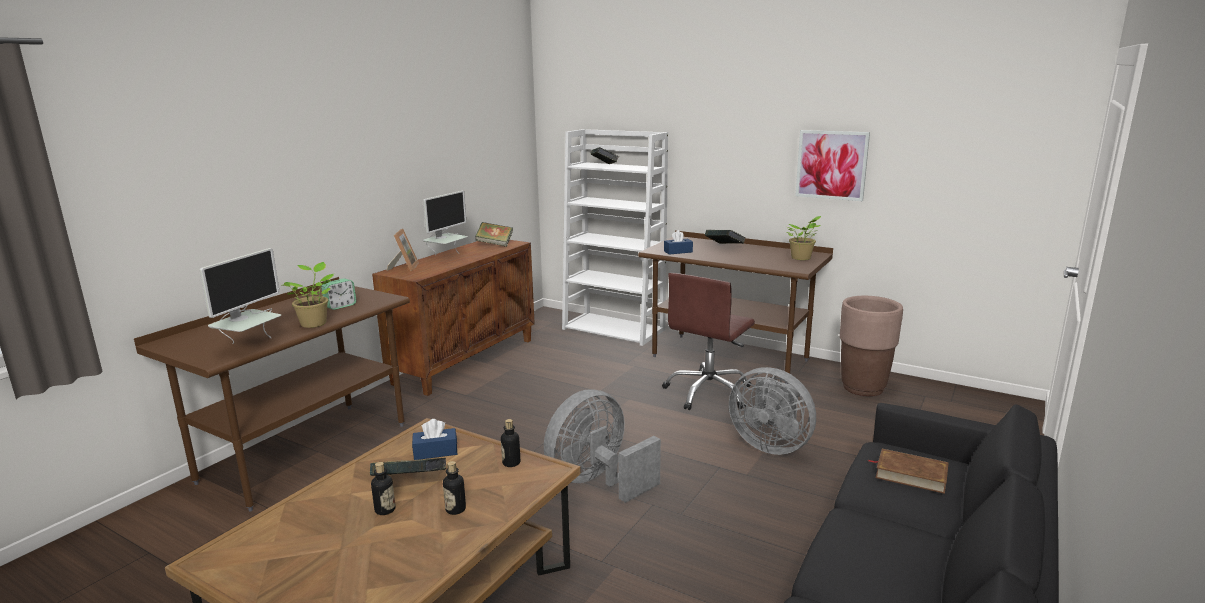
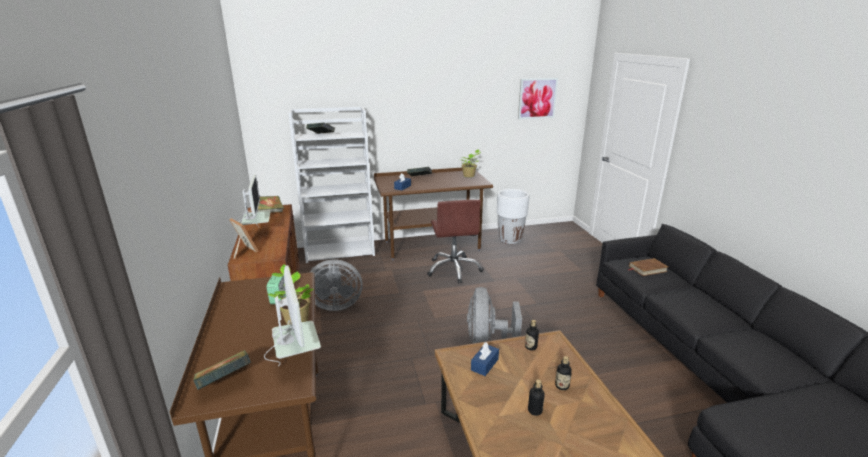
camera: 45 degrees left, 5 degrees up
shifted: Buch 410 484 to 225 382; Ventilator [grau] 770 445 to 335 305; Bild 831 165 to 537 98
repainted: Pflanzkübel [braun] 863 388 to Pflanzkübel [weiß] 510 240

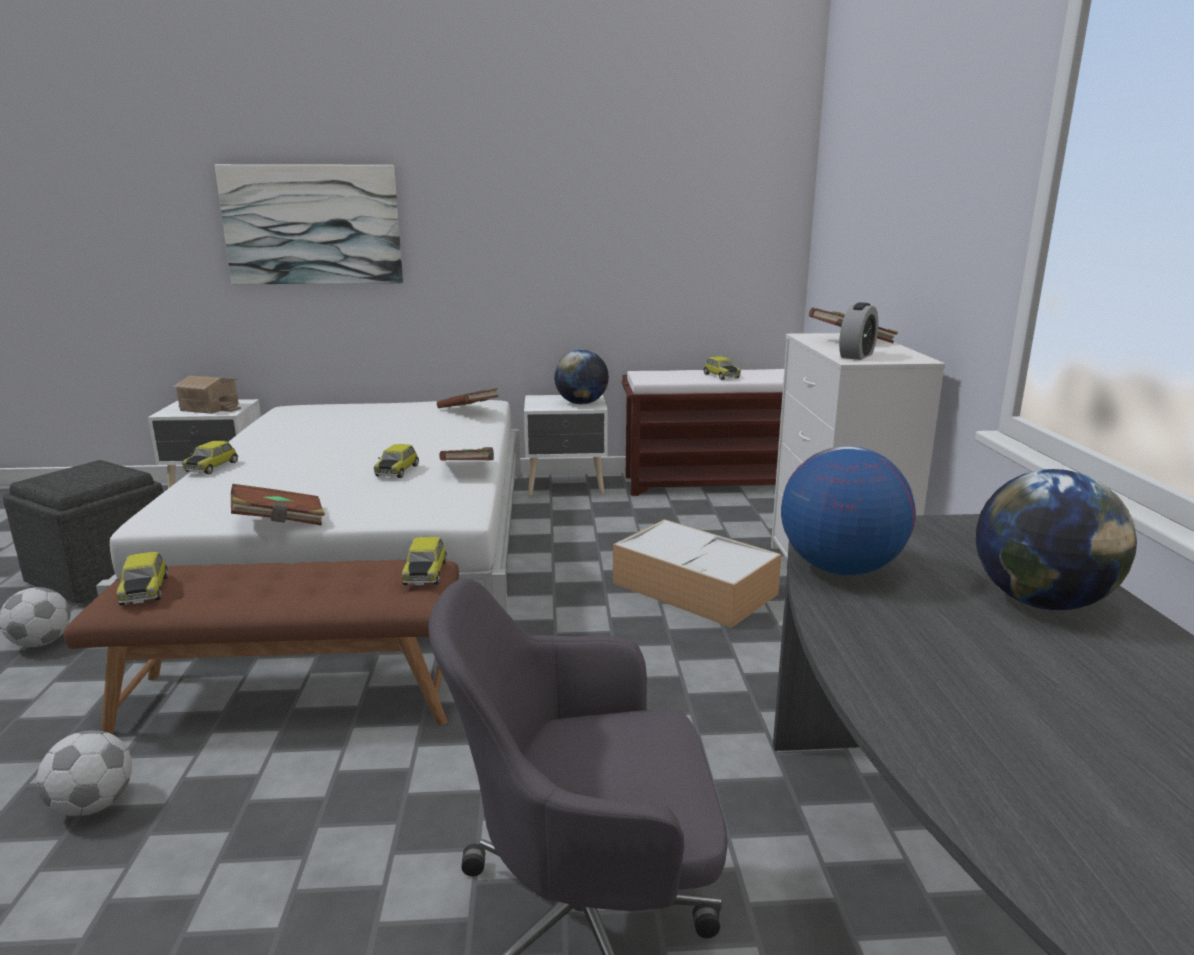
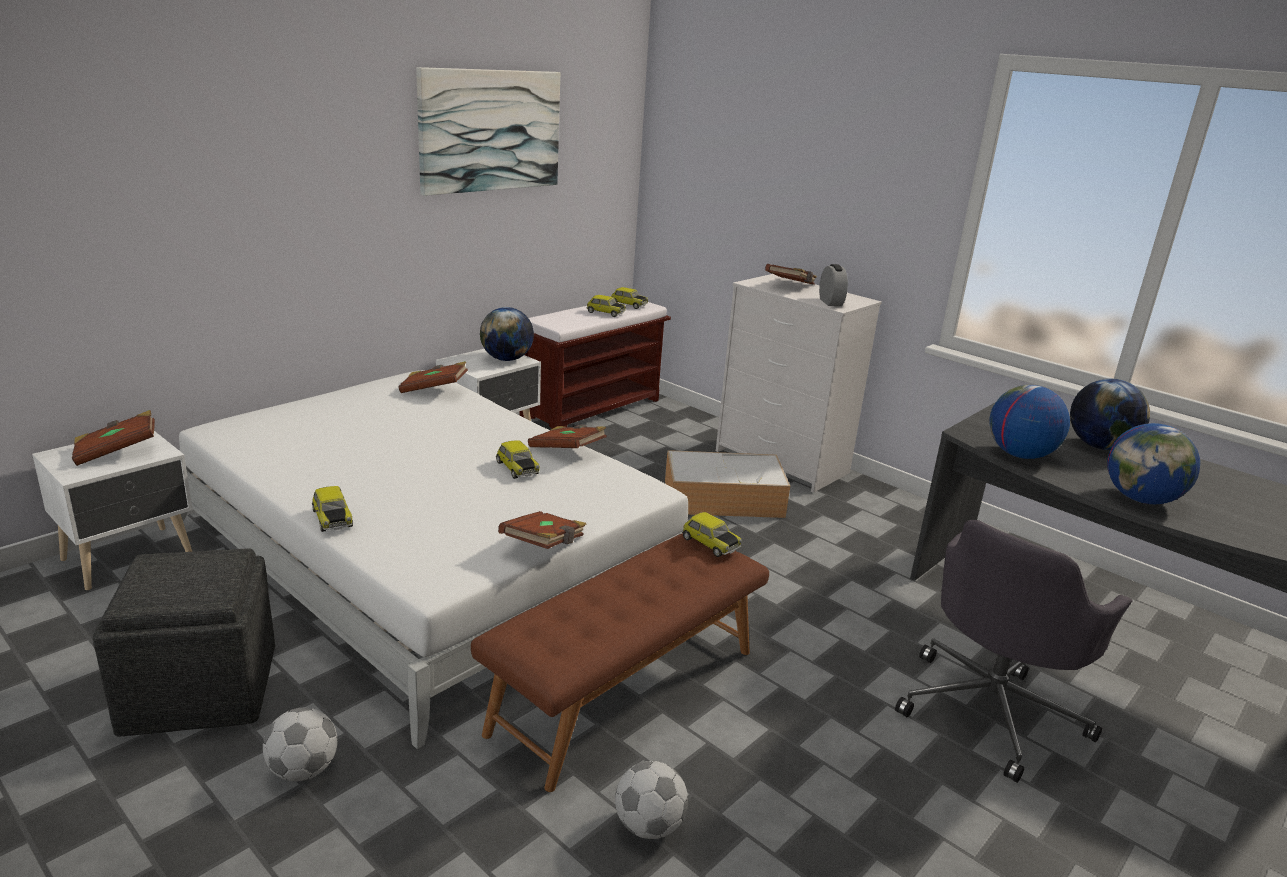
camera: 45 degrees left, 5 degrees up
new: Globus 1141 499
shifted: Bild 312 225 to 490 130; Spielzeugauto 143 591 to 628 305
swapped: Spielzeughaus 210 407 to Buch [braun] 117 452

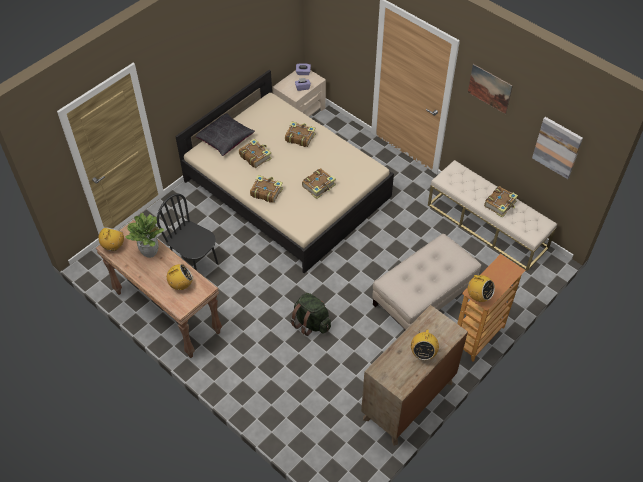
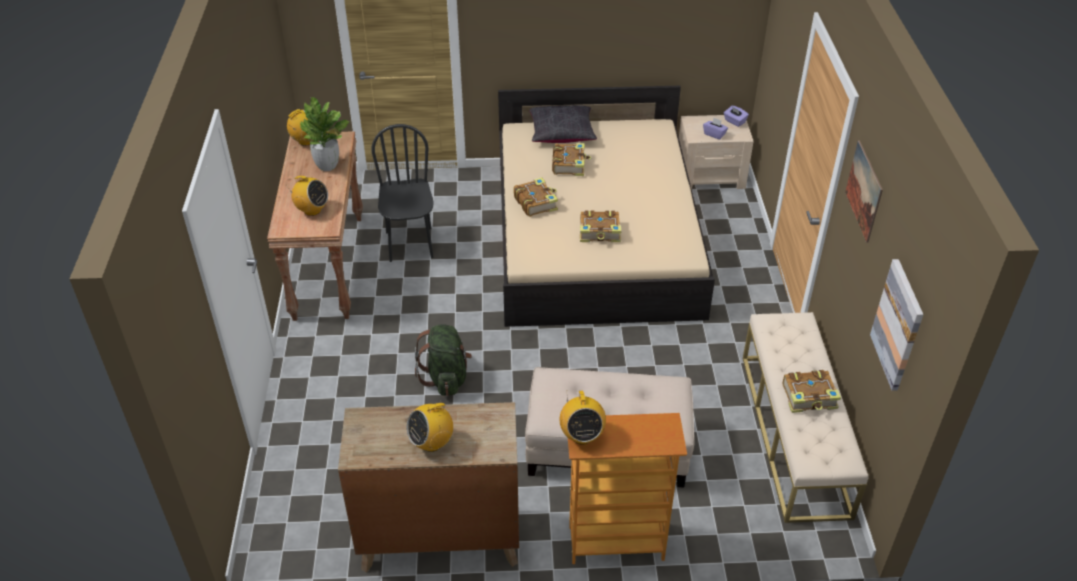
camera: 45 degrees right, 10 degrees down
gone: Buch 299 137

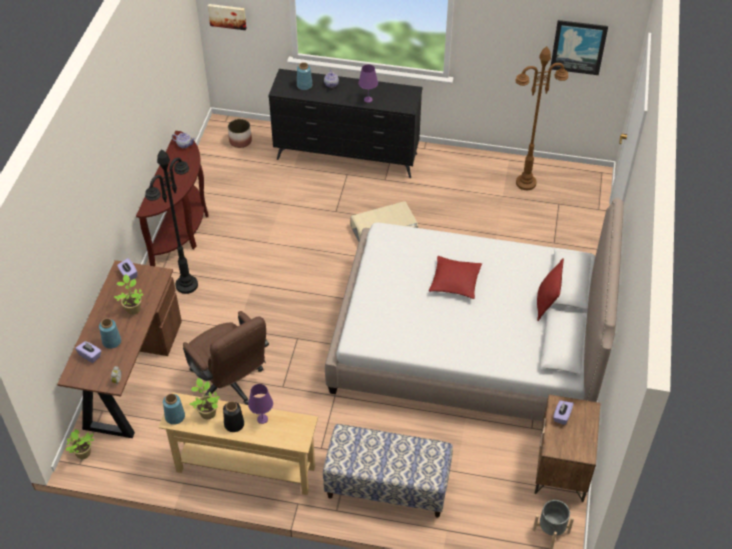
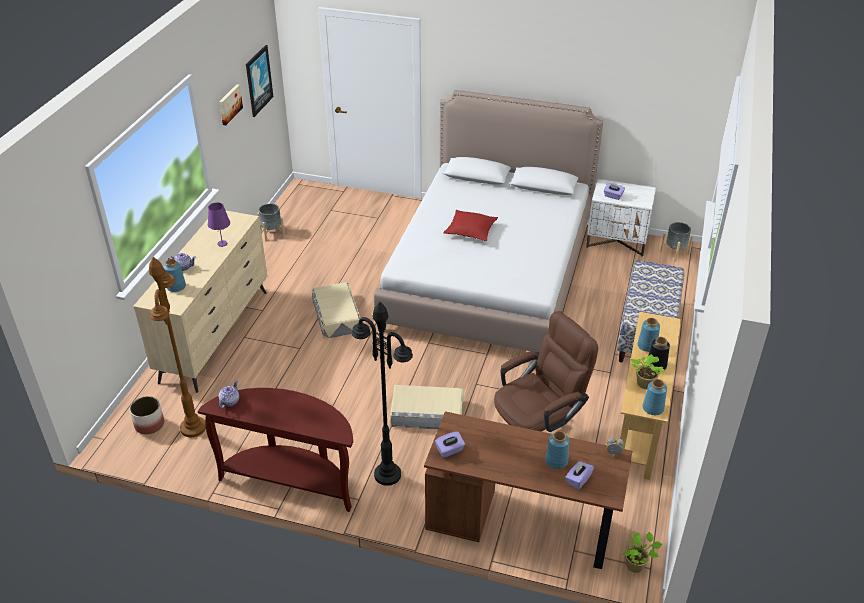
camera: 85 degrees left, 10 degrees down
gone: Topfpflanze 133 308; Kissen [rot] 546 303
new: Pflanzkübel [grau] 272 233; Aufbewahrungsbox [beige] 427 413
shifted: Stehlampe [braun] 526 183 to 193 427; Bild 227 16 to 229 104
swapped: Tischlampe [lila] 262 419 to Vase [blau] 647 346
repainted: Kommode [schwarz] 347 157 to Kommode [beige] 216 335; Nachttisch [braun] 561 468 to Nachttisch [weiß] 617 241

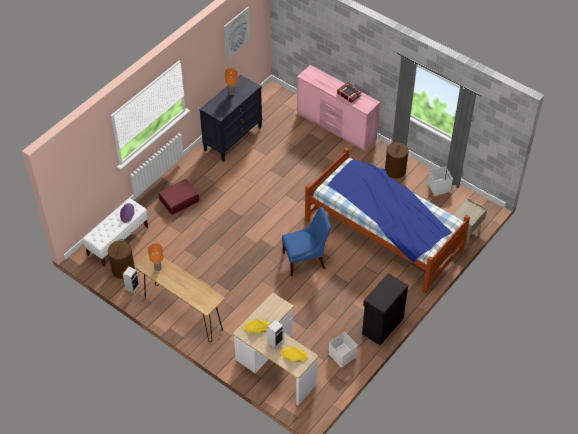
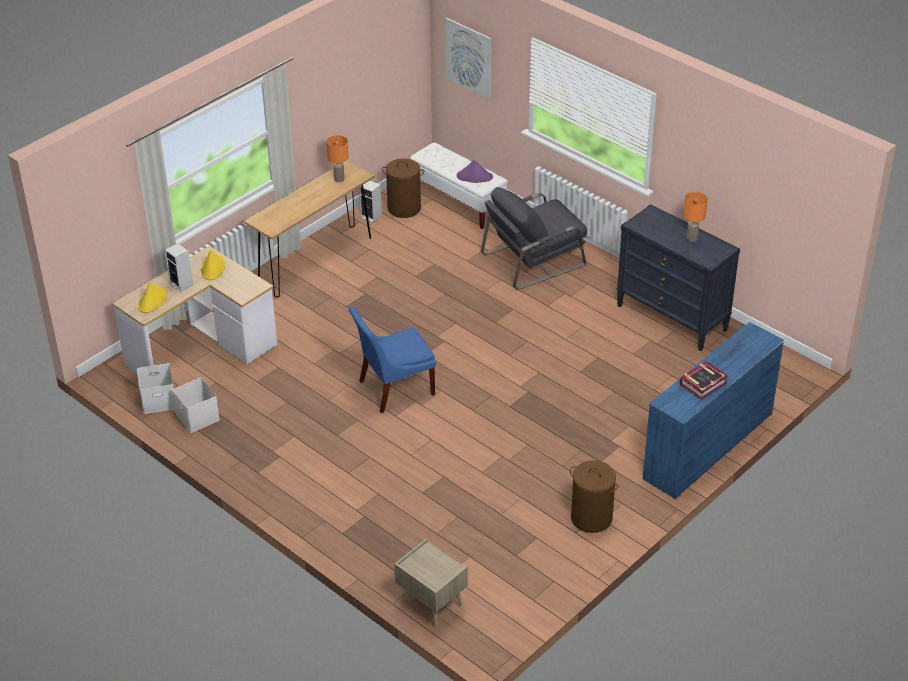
camera: 95 degrees right, 10 degrees down
gone: Bett 383 234; Schrank [schwarz] 382 326
shifted: Aufbewahrungsbox [weiß] 439 187 to 158 401; Bild 236 33 to 468 58
swapped: Koffer [rot] 179 200 to Sessel [grau] 534 259
repainted: Kommode [rosa] 336 127 to Kommode [blau] 707 446
rotated: Stuhl [blau] 306 260 = 393 389 75 degrees clockwise

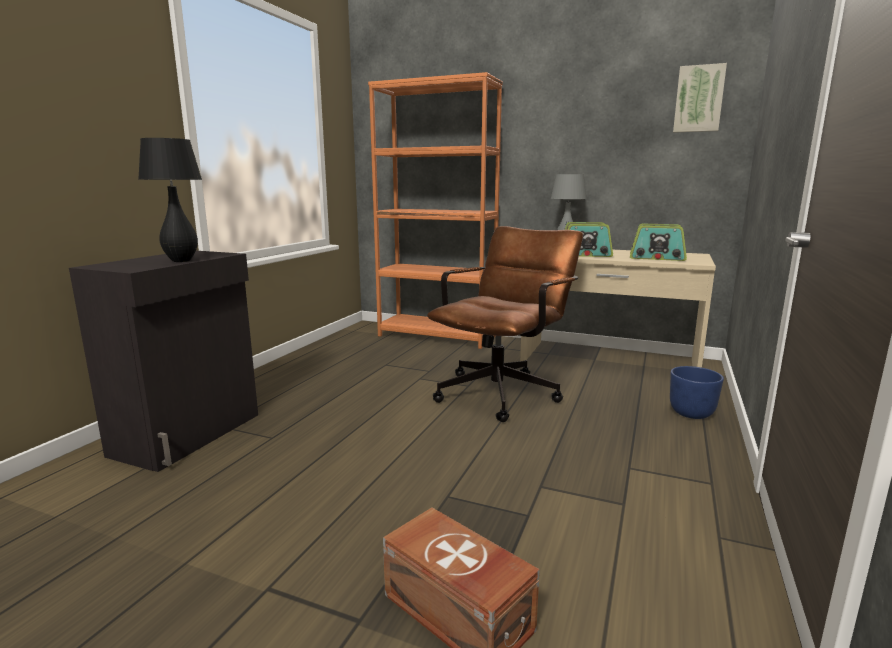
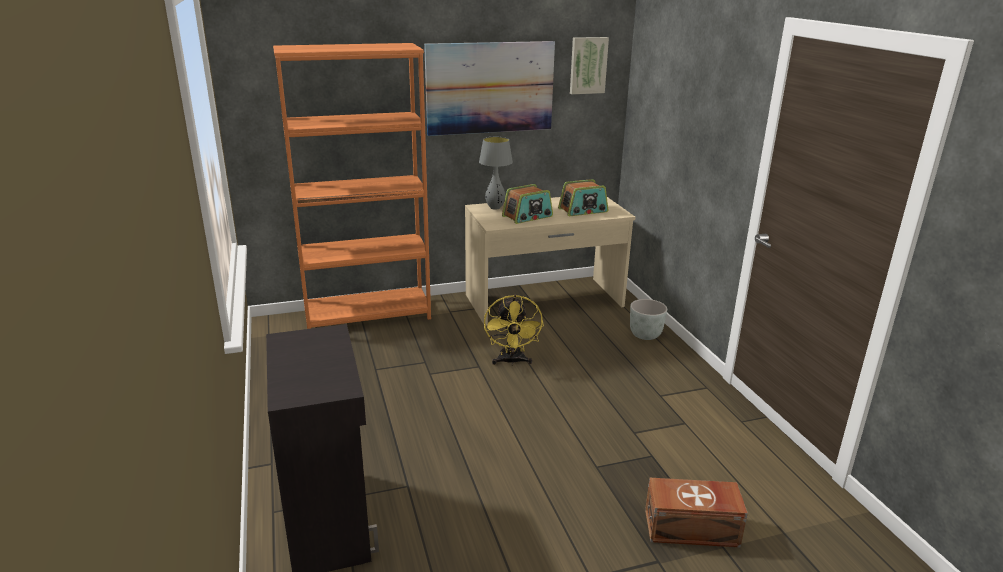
camera: 40 degrees left, 10 degrees up
gone: Tischlampe [schwarz] 181 261
new: Bild 490 88
swapped: Bürostuhl [braun] 503 391 to Ventilator [gelb] 511 361
repainted: Pflanzkübel [blau] 692 414 to Pflanzkübel [grau] 645 335

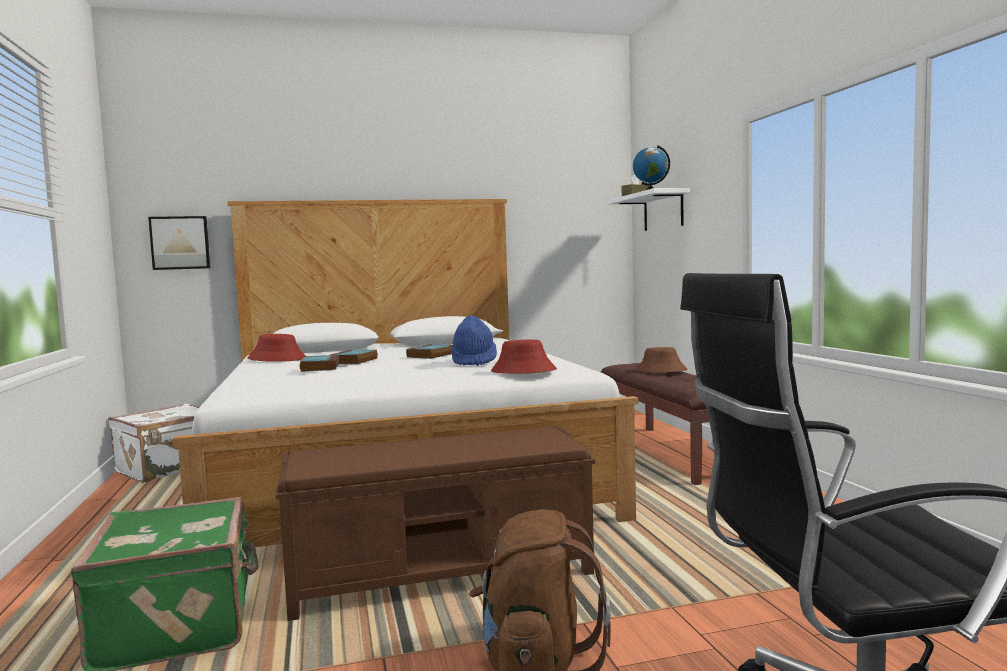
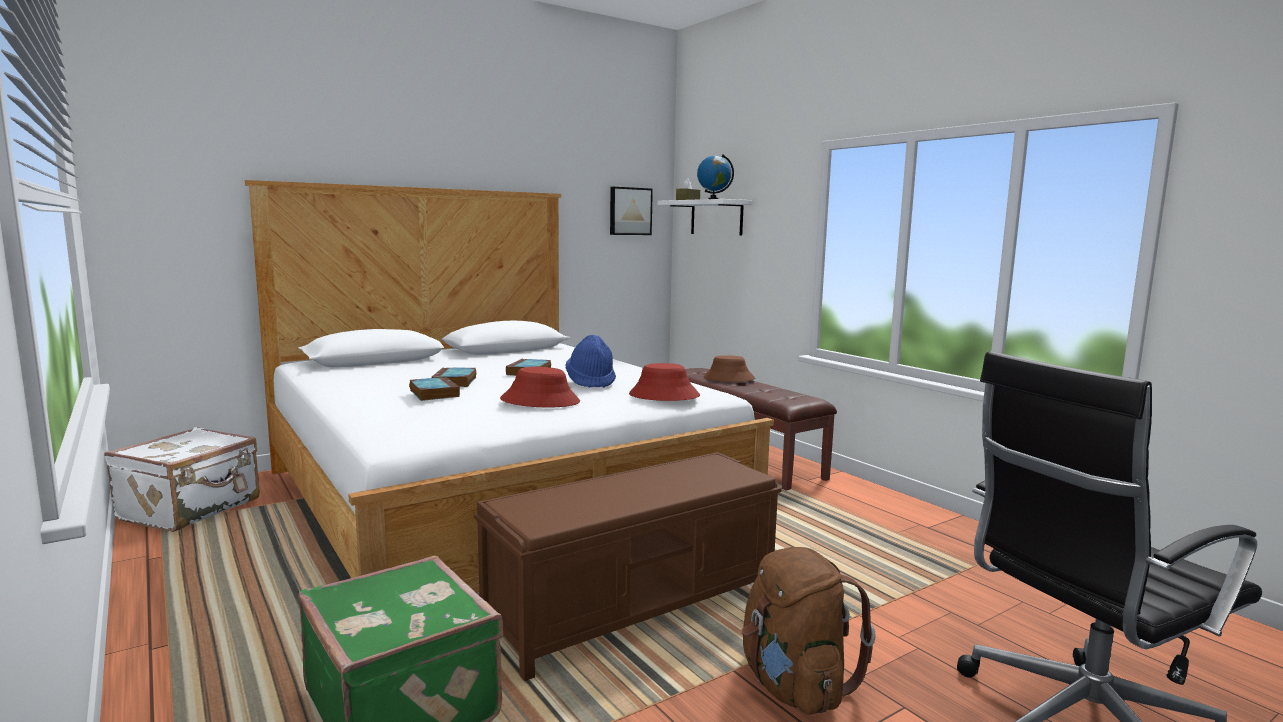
camera: 20 degrees left, 5 degrees up
shifted: Hut [rot] 277 359 to 540 401; Bild 180 243 to 629 211

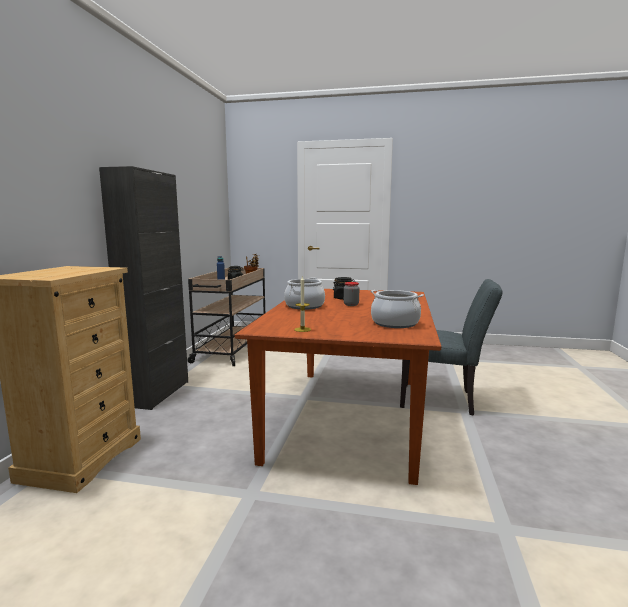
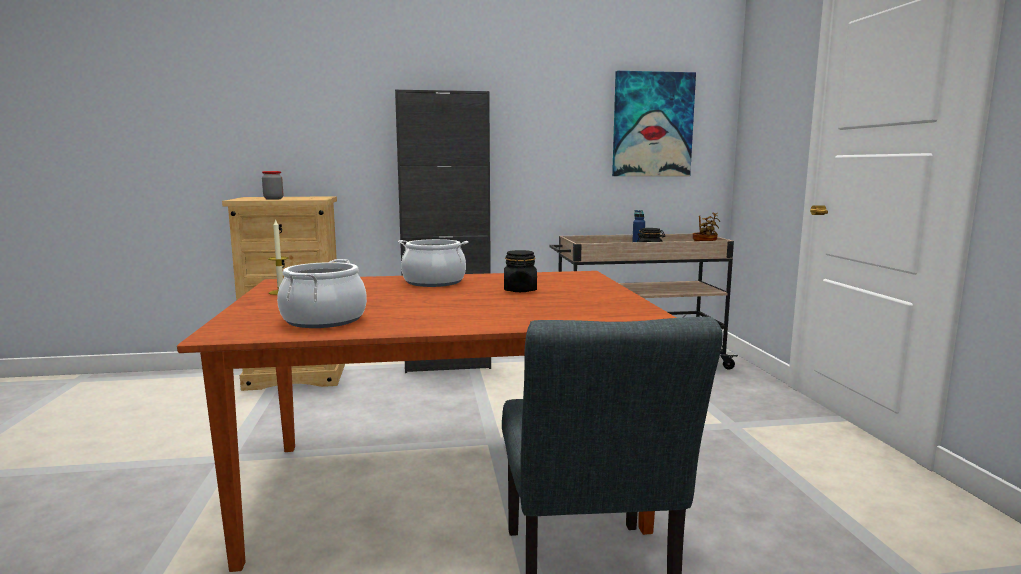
camera: 70 degrees right, 0 degrees up
new: Bild 652 125
shifted: Vorratsglas 351 305 to 273 199

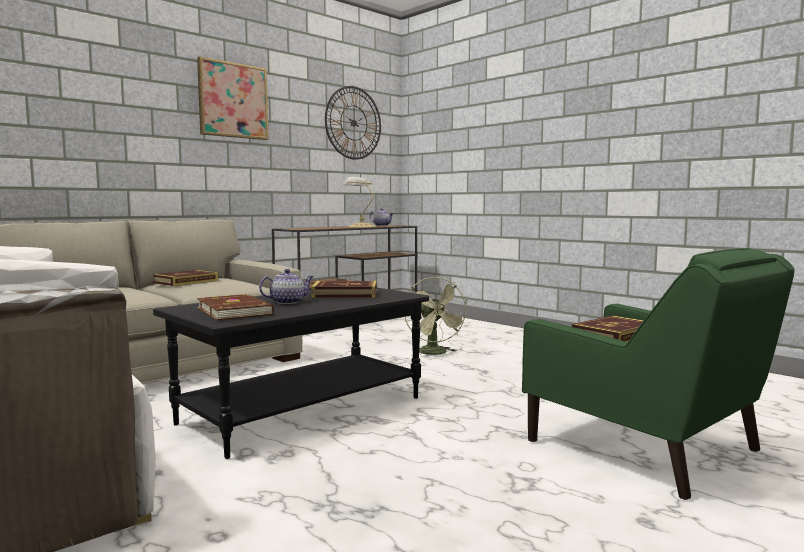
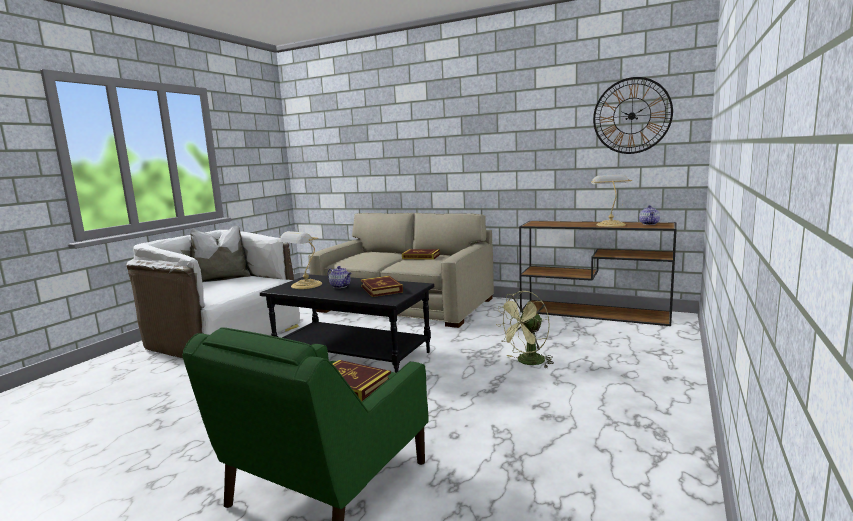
camera: 70 degrees right, 5 degrees up
gone: Bild 233 100
swapped: Buch [braun] 235 311 to Tischlampe 305 285

